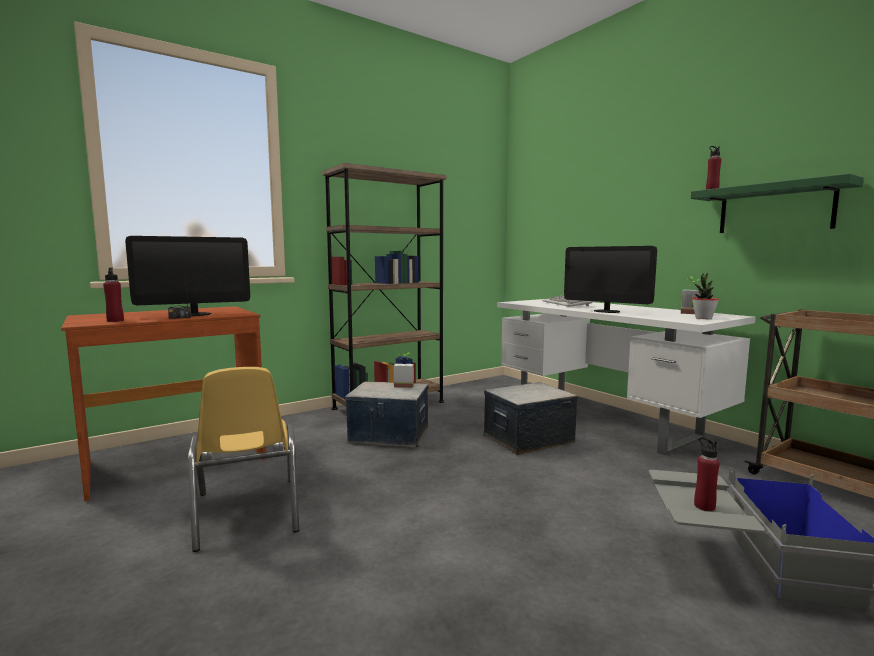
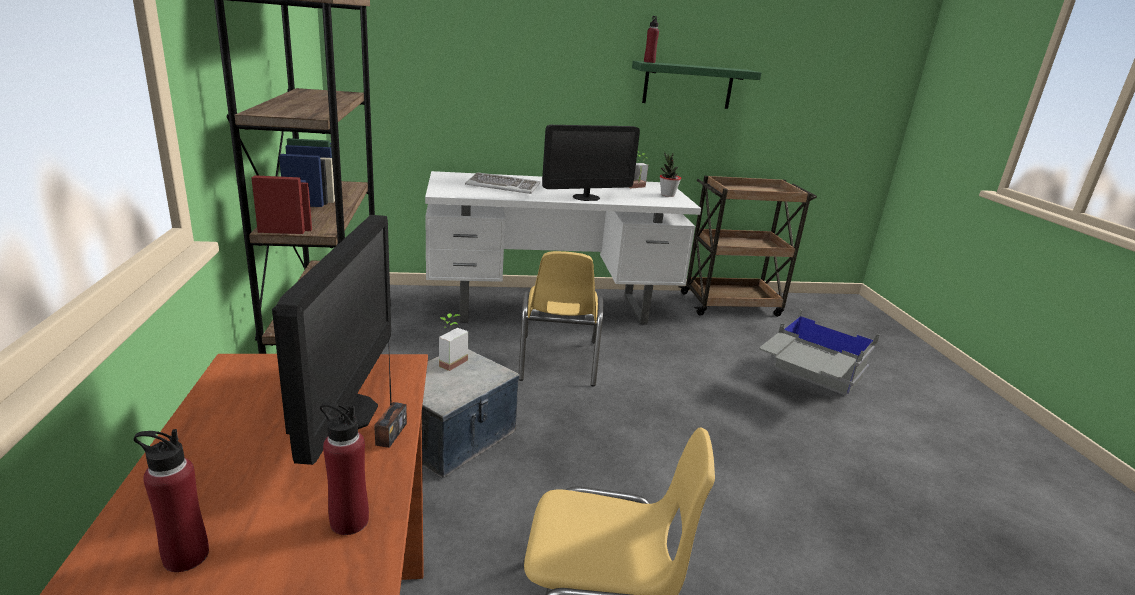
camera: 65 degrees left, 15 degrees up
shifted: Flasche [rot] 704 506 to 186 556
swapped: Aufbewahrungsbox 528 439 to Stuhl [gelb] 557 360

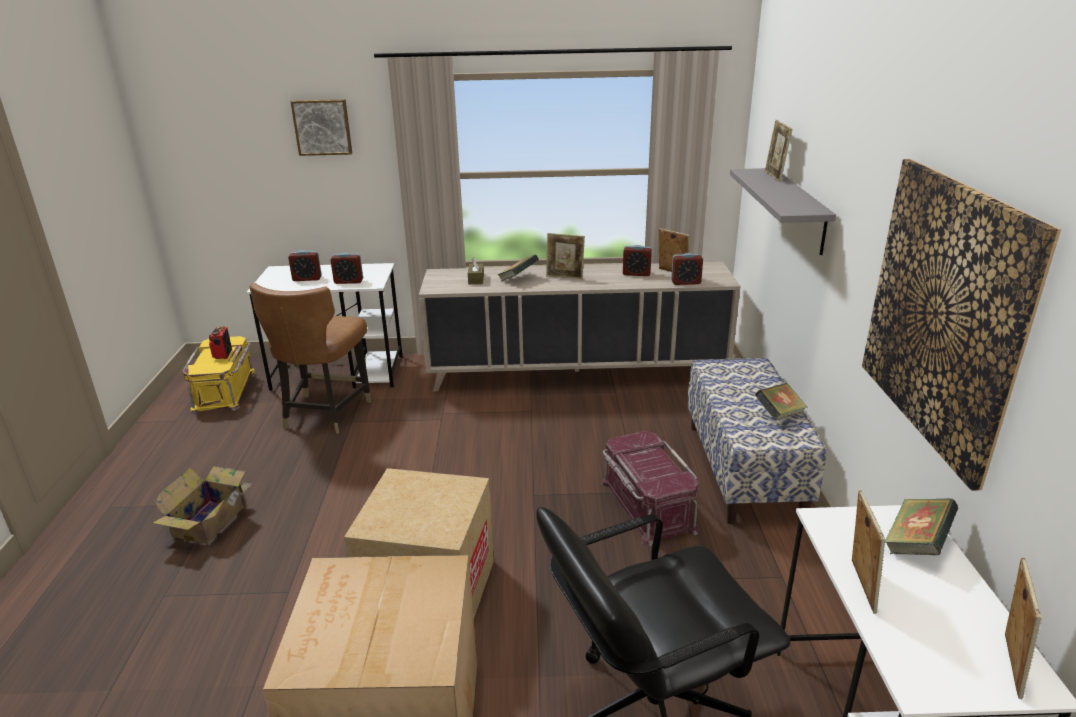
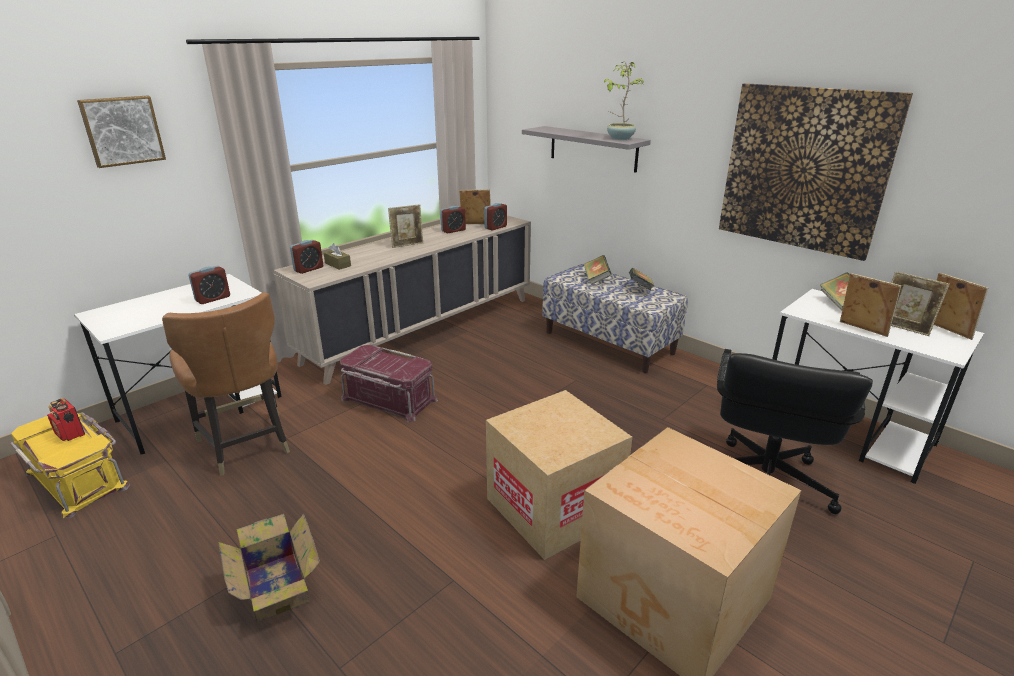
camera: 45 degrees left, 0 degrees up
new: Topfpflanze 619 138
shifted: Wecker 307 278 to 308 269; Aufbewahrungsbox [rot] 646 506 to 388 399; Buch 518 279 to 596 279; Bilderrahmen 774 177 to 903 328

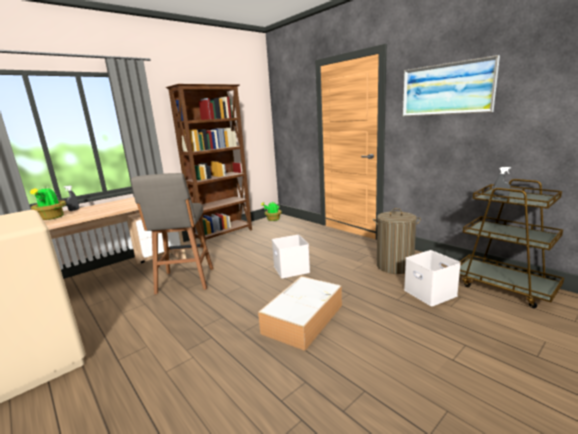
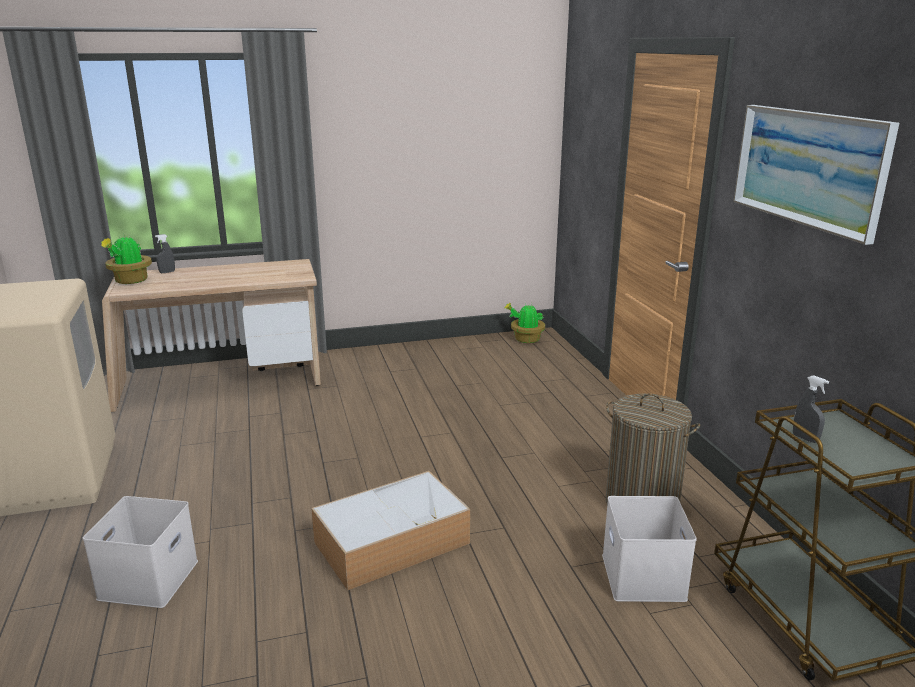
camera: 25 degrees right, 5 degrees up
gone: Hocker [grau] 185 281; Bücherregal [braun] 224 234
shifted: Aufbewahrungsbox [weiß] 290 269 to 148 578

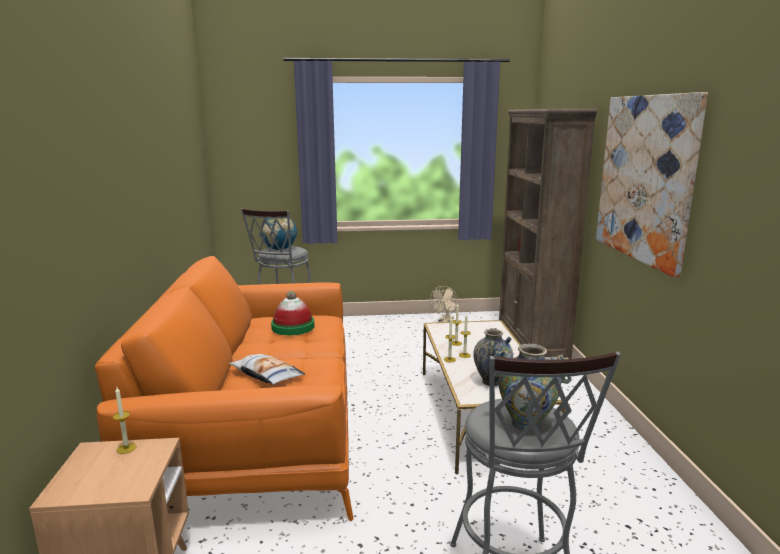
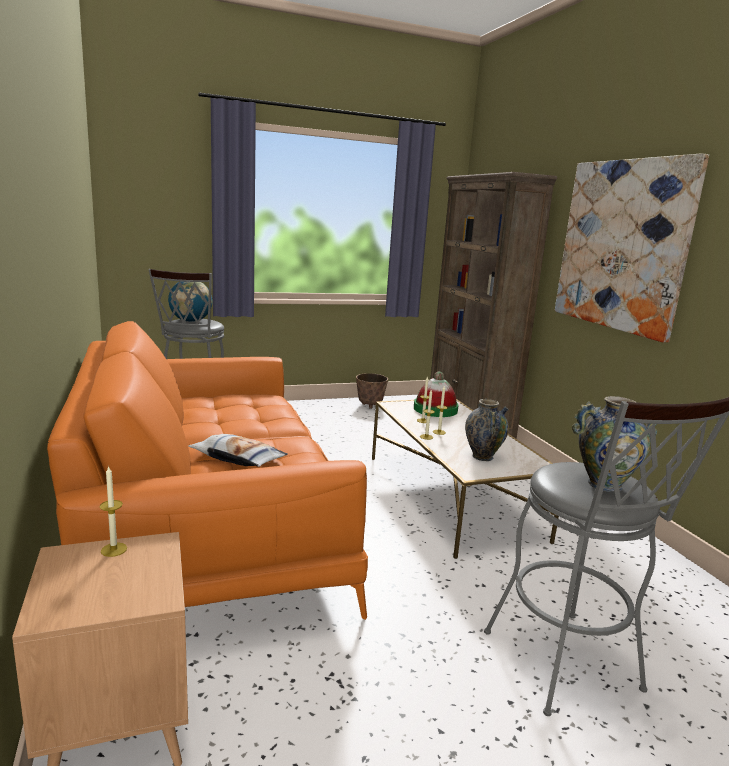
camera: 15 degrees left, 0 degrees up
shifted: Hut 293 327 to 435 409
swapped: Ventilator [beige] 445 321 to Pflanzkübel 370 405

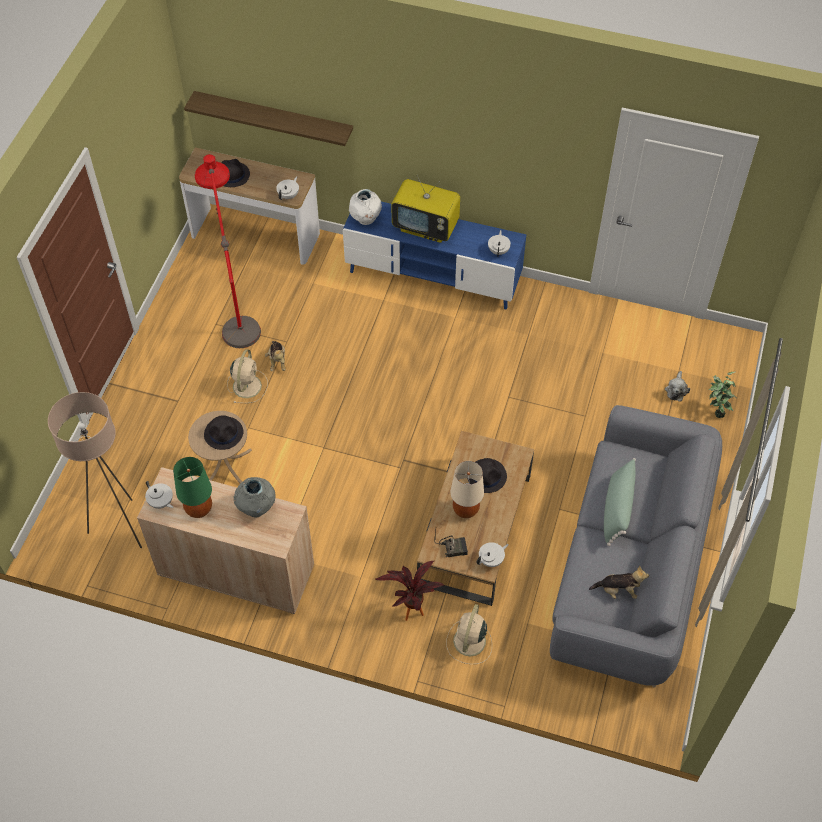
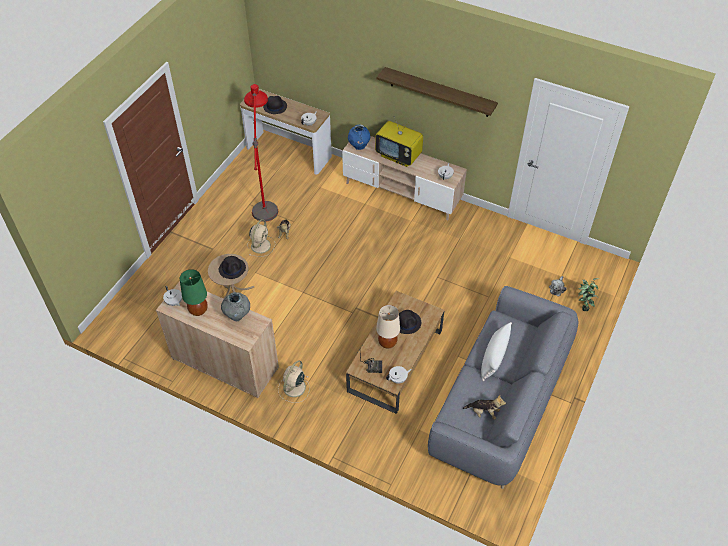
camera: 10 degrees right, 5 degrees down
gone: Stehlampe [beige] 120 527; Topfpflanze 410 608
shifted: Ventilator [beige] 469 642 to 294 388; Wandregal 274 118 to 439 92
repainted: Fernsehschrank [blau] 433 276 to Fernsehschrank [beige] 402 192; Vase [weiß] 365 219 to Vase [blau] 359 146; Kissen [grün] 617 510 to Kissen [weiß] 494 357

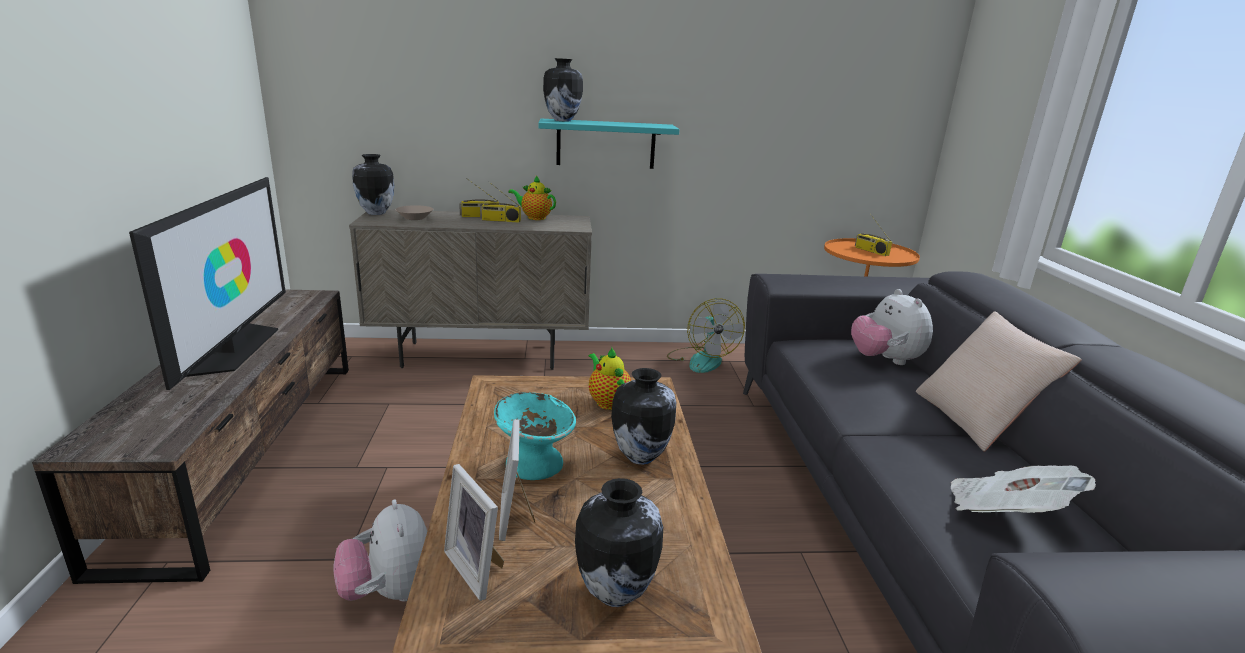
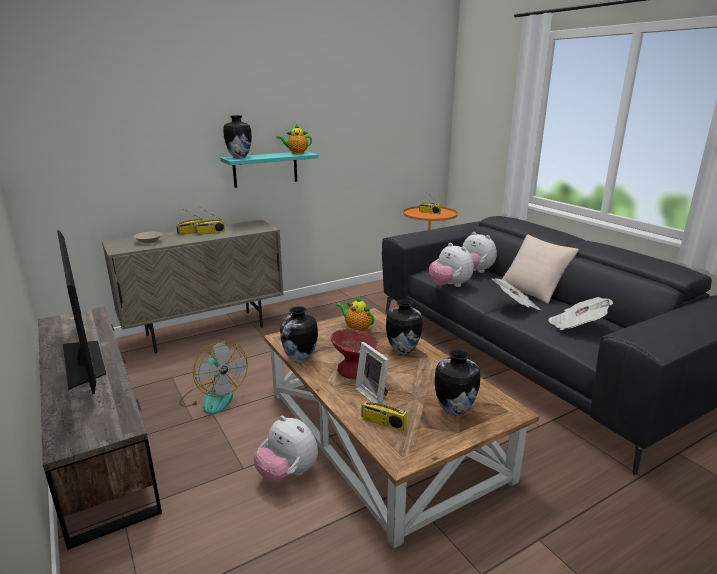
camera: 25 degrees left, 0 degrees up
new: Plüschtier 449 285; Zeitung 515 306
shifted: Ventilator 701 359 to 213 397; Teekanne 534 217 to 296 153; Vase 375 213 to 300 359
swapped: Bilderrahmen 478 568 to Radio 383 422
repainted: Schüssel [türkis] 534 464 to Schüssel [rot] 354 370

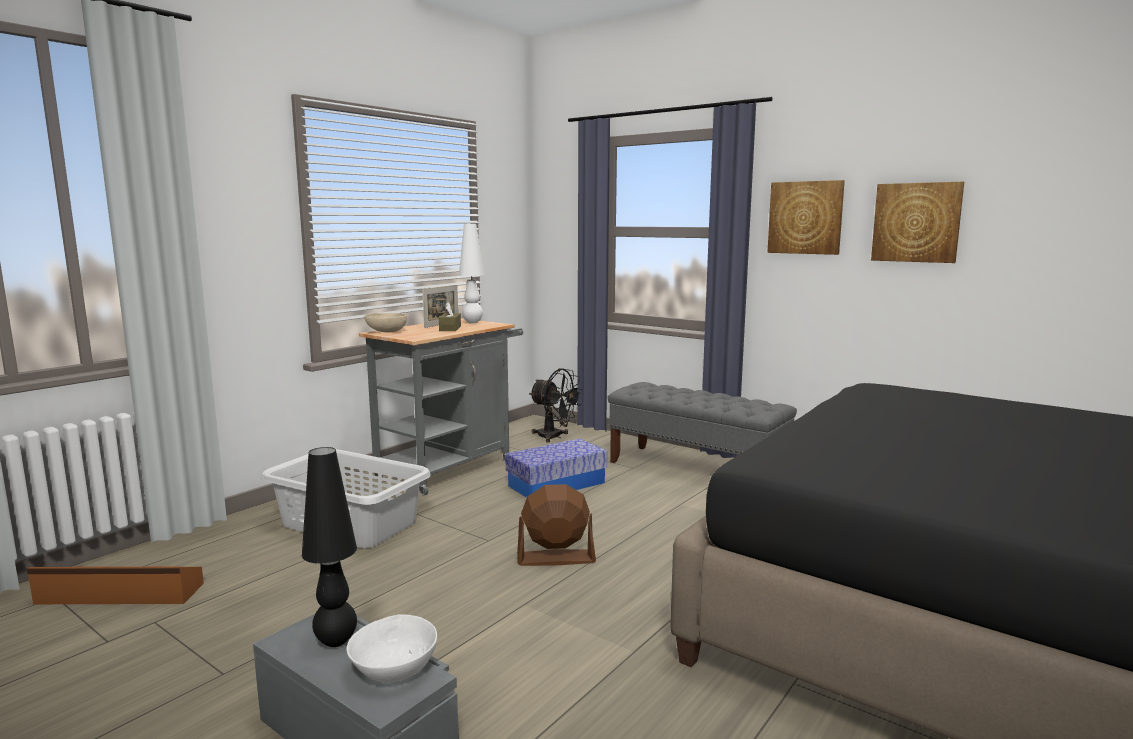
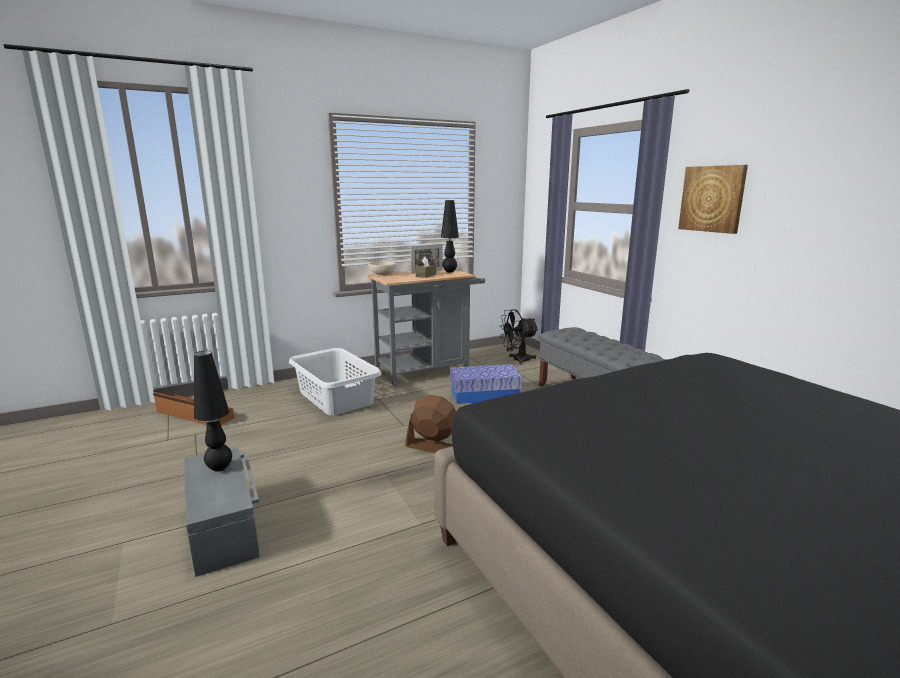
camera: 25 degrees right, 5 degrees up
gone: Schüssel [weiß] 394 669; Bild 916 222
repainted: Tischlampe [weiß] 472 322 to Tischlampe [schwarz] 449 271
rotated: Ventilator [schwarz] 554 437 = 517 360 105 degrees clockwise

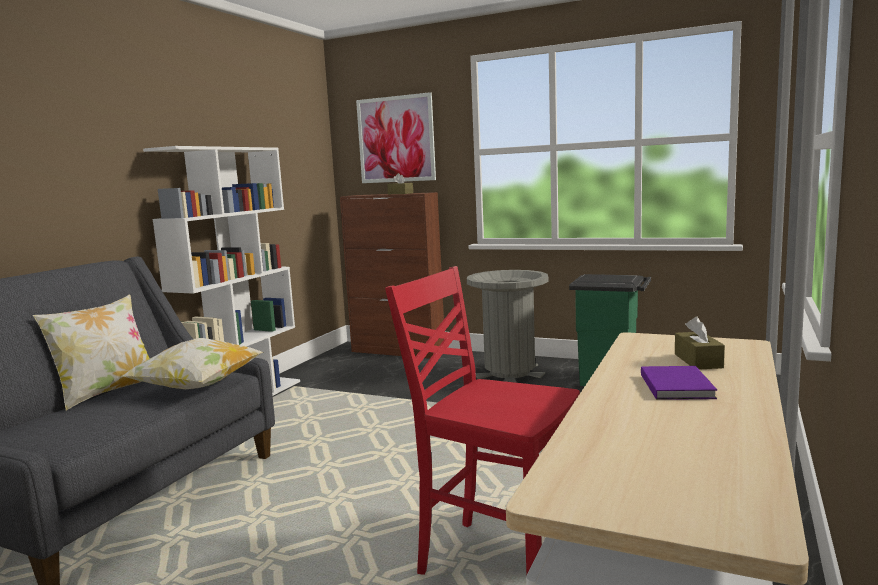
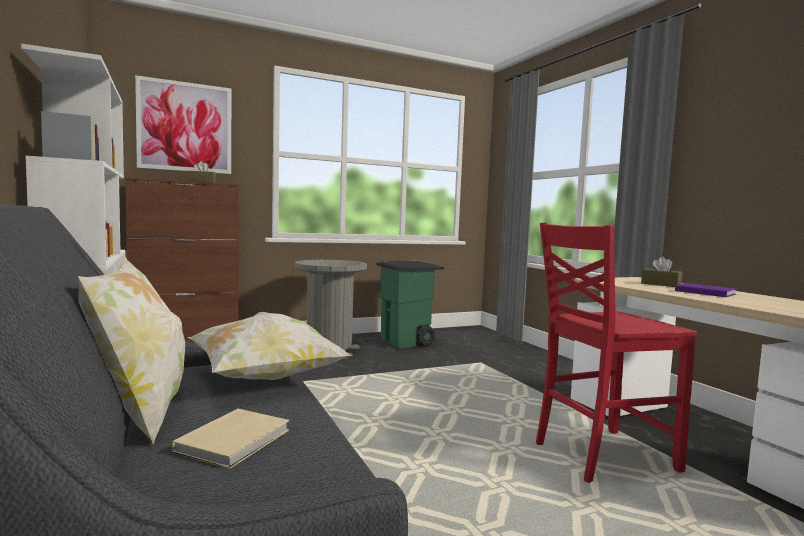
camera: 50 degrees left, 5 degrees down
new: Buch [beige] 237 440

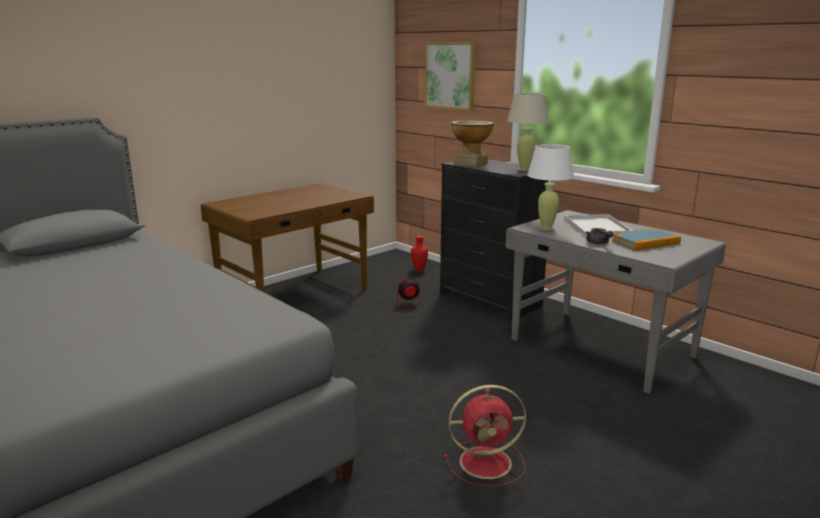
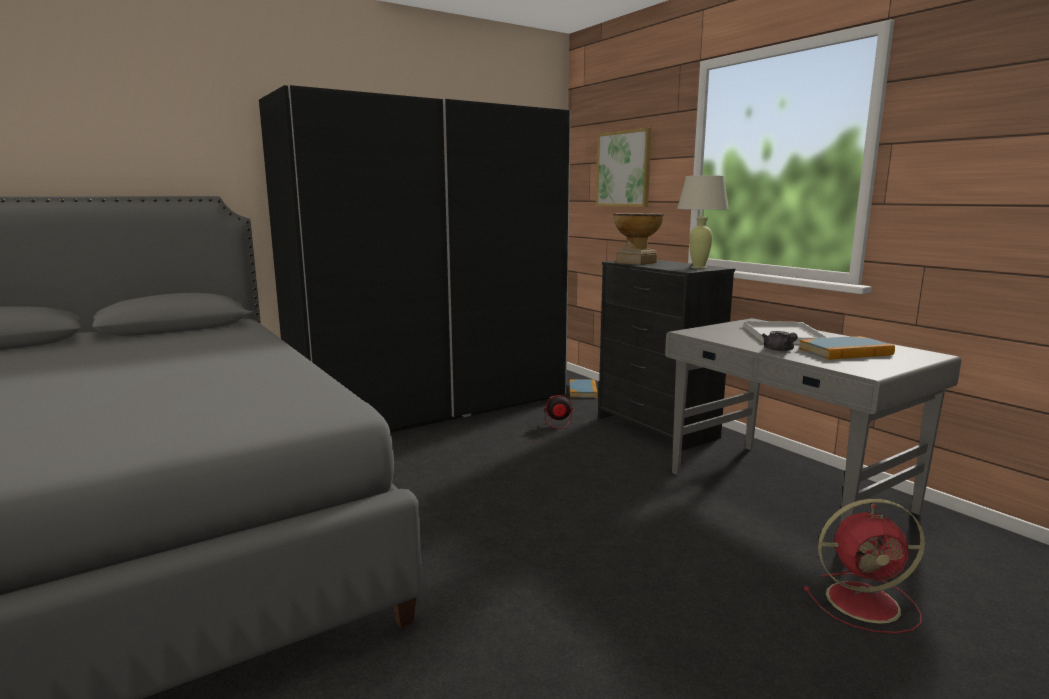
camera: 10 degrees right, 5 degrees down
gone: Tischlampe [weiß] 546 228
shifted: Ventilator [rot] 488 462 to 865 602
swapped: Schreibtisch [braun] 295 294 to Kleiderschrank [schwarz] 434 408; Vase [rot] 419 269 to Buch 583 391

